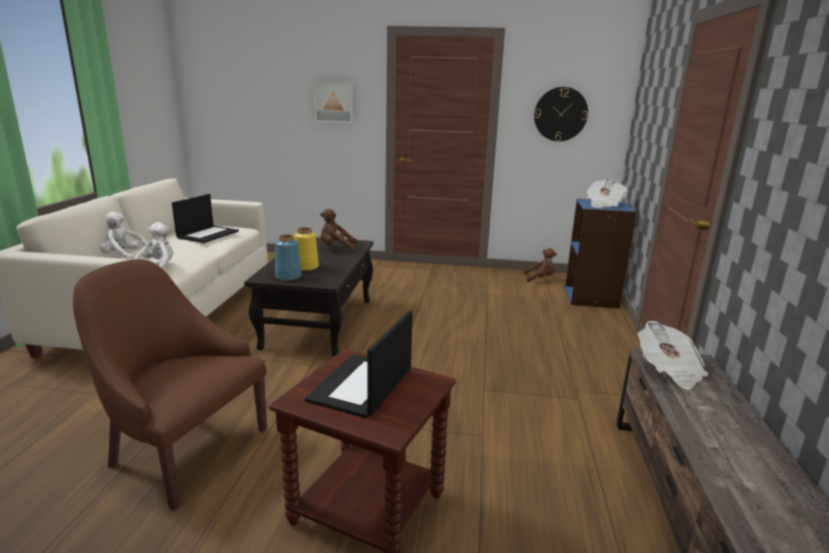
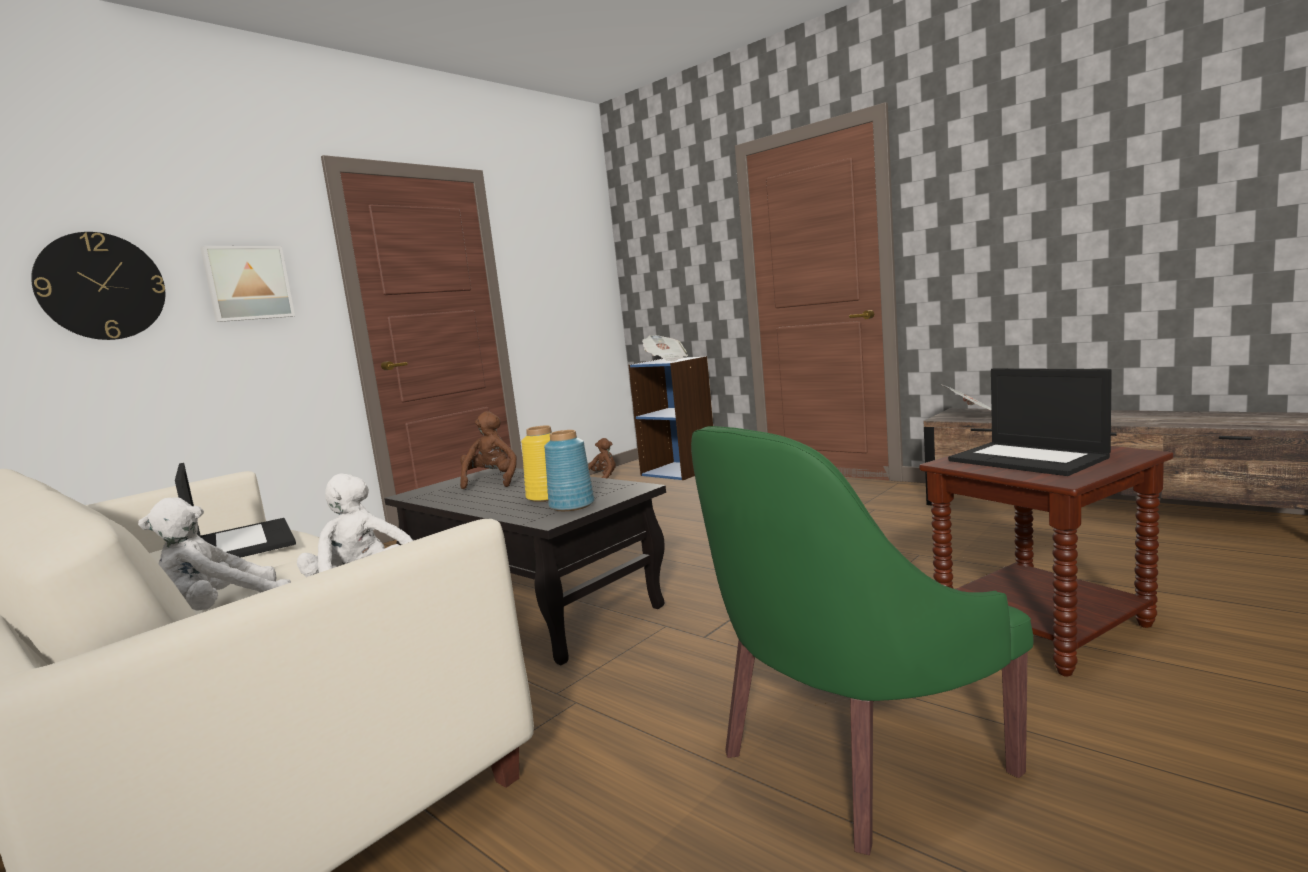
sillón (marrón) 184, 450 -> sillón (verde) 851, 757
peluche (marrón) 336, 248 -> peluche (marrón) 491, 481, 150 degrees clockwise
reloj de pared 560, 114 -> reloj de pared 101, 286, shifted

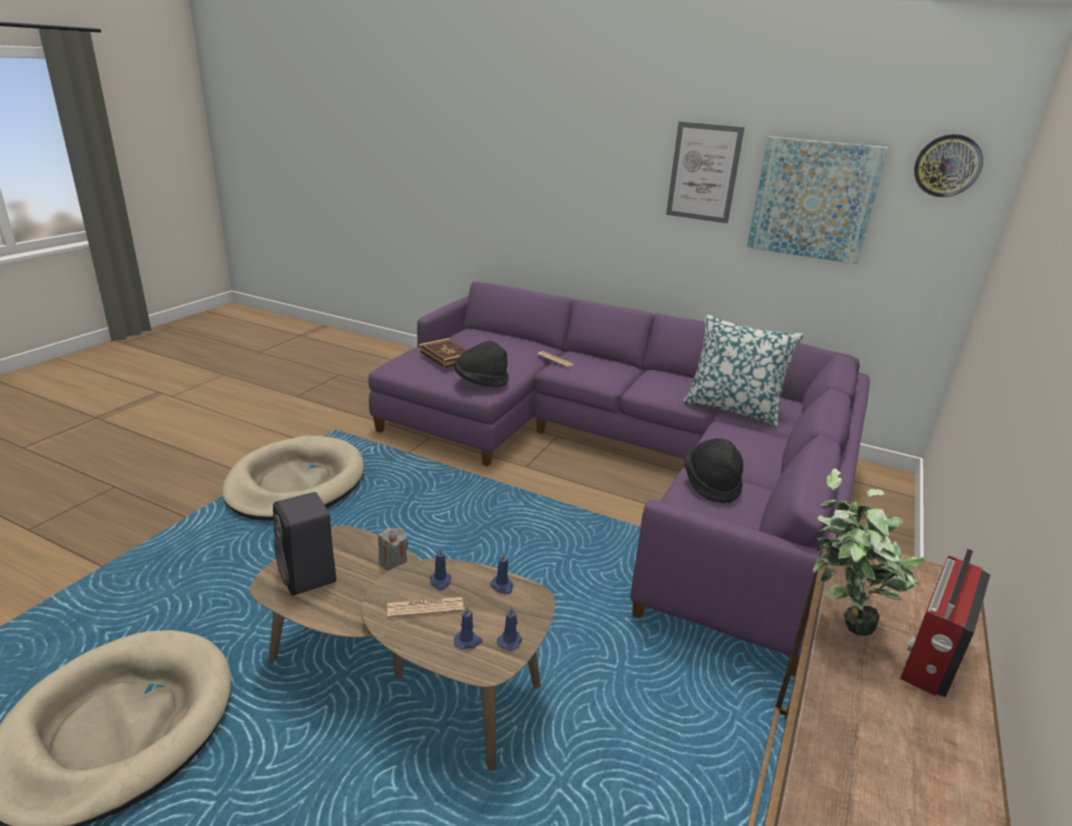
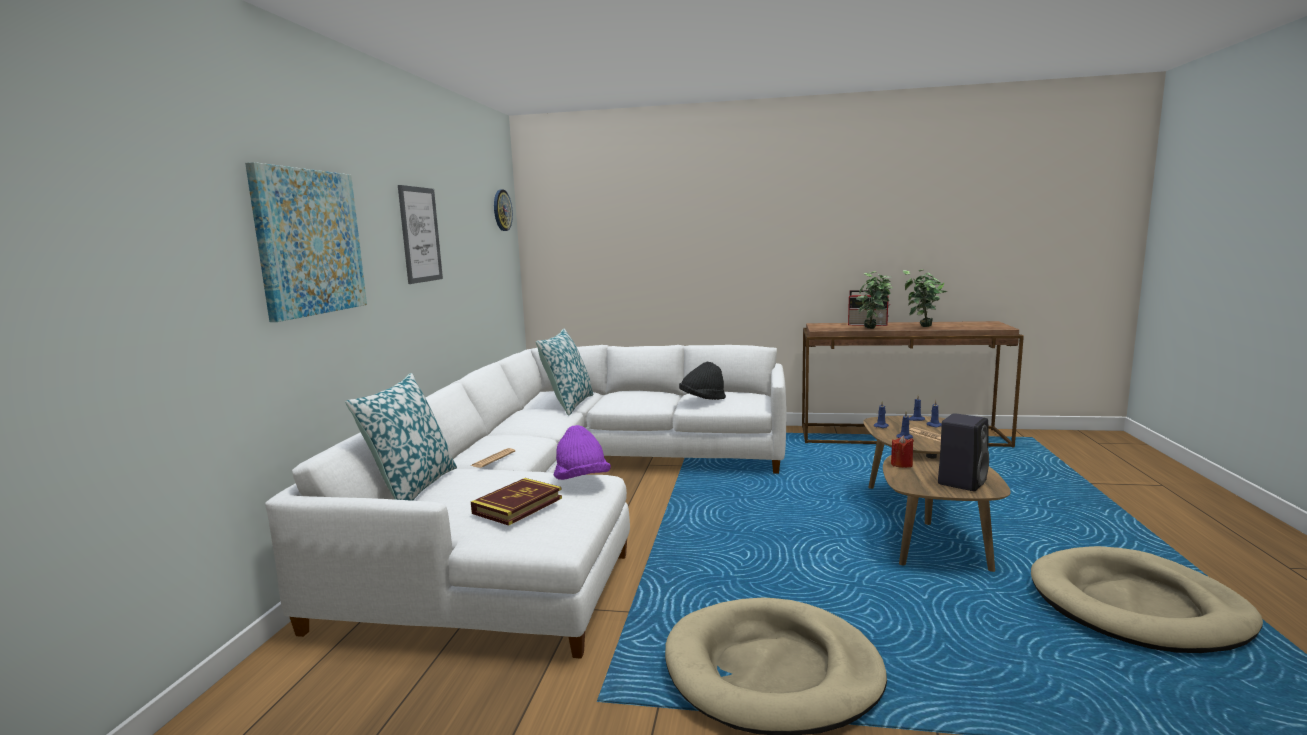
sofá (morado) 624, 460 -> sofá (blanco) 568, 498
vela (gris) 393, 561 -> vela (rojo) 901, 464
sombrero (negro) 480, 381 -> sombrero (morado) 581, 480
cuadro 813, 200 -> cuadro 309, 242, shifted
none -> cojín 412, 488
none -> planta en maceta 922, 327

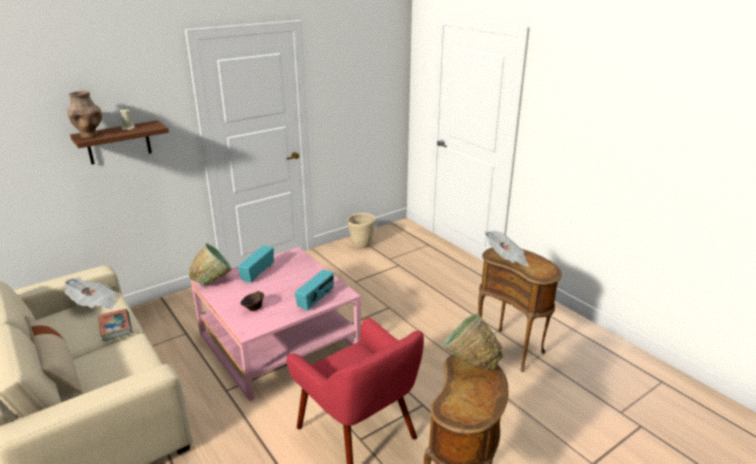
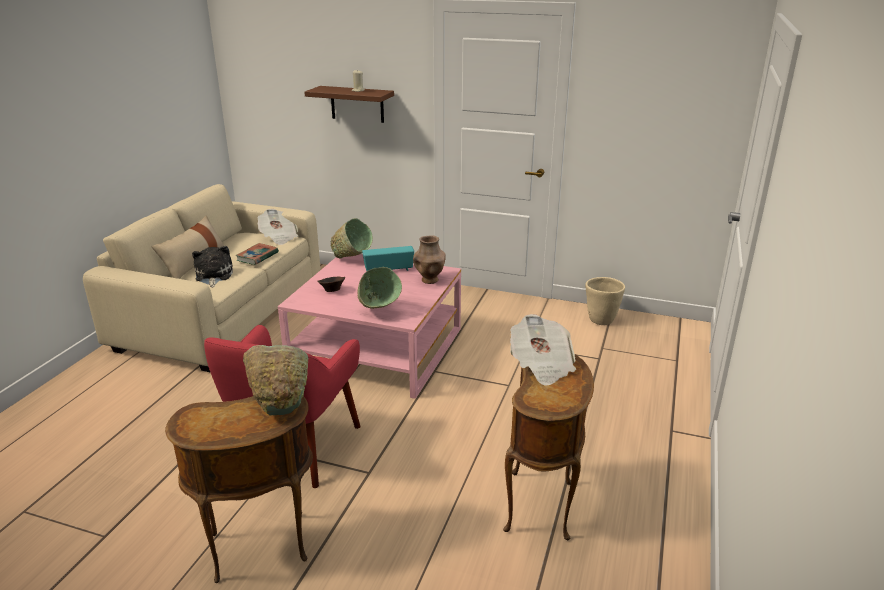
florero (marrón) 89, 135 -> florero (marrón) 429, 280, shifted
radio 316, 300 -> cuenco (verde) 378, 311
none -> peluche 213, 276

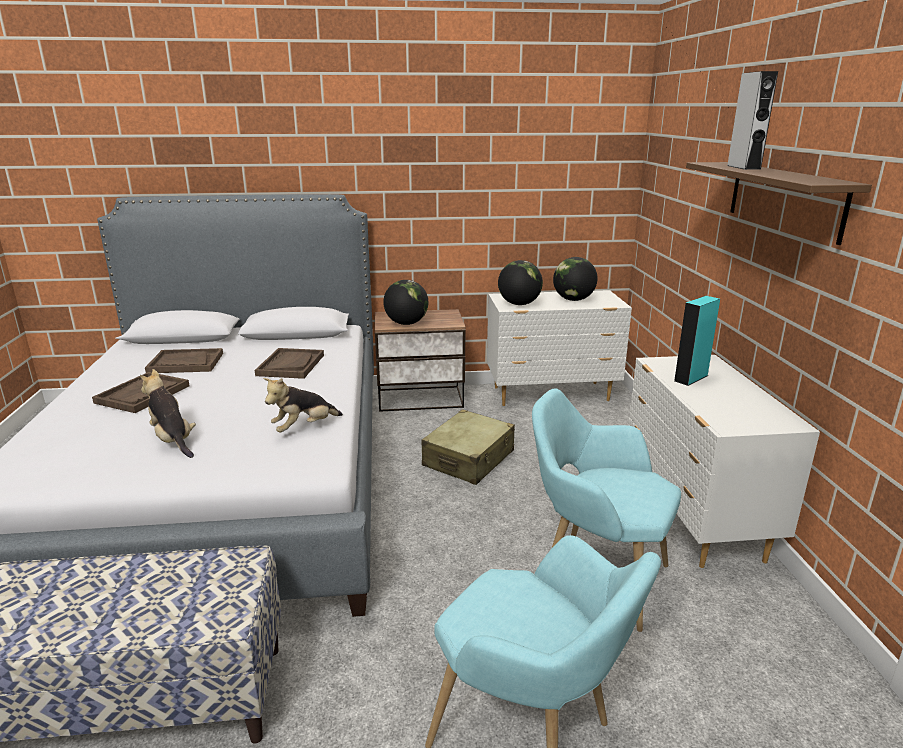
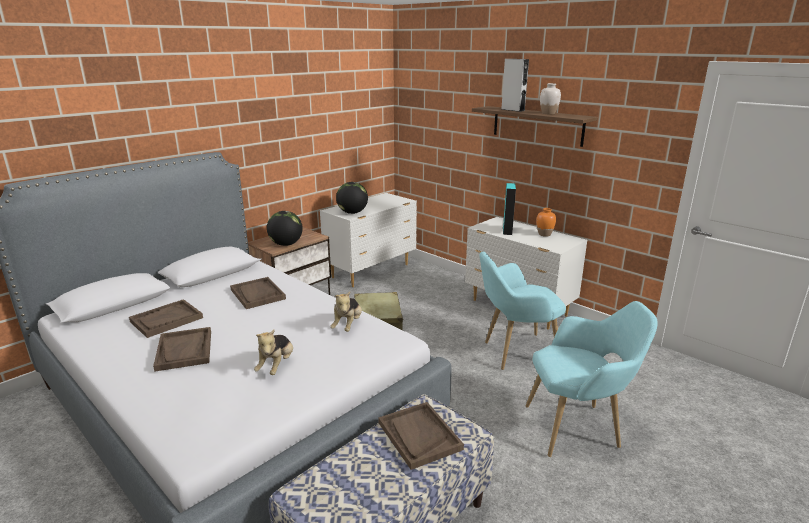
peluche 173, 440 -> peluche 276, 366, 90 degrees counterclockwise
globo terráqueo 573, 300 -> none
none -> bandeja (marrón) 419, 436
none -> florero (naranja) 544, 234
none -> florero (blanco) 548, 113

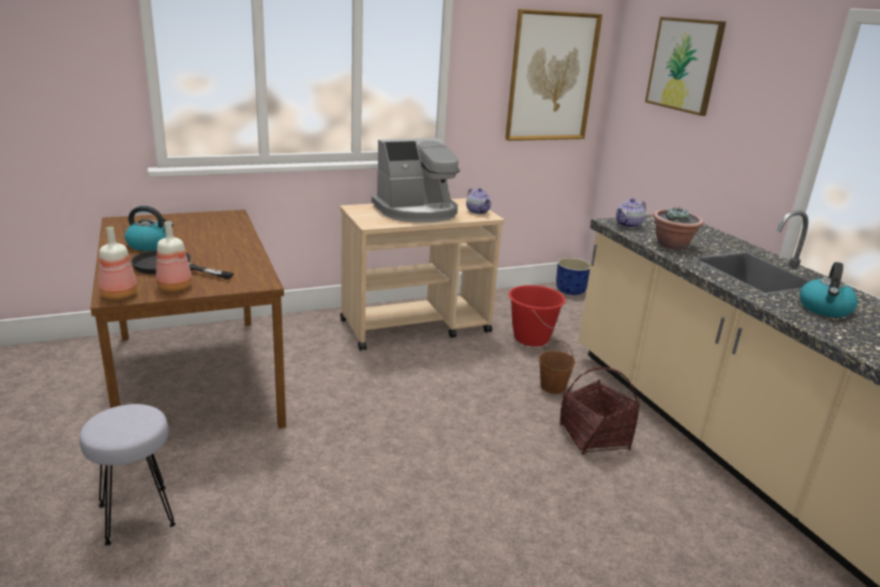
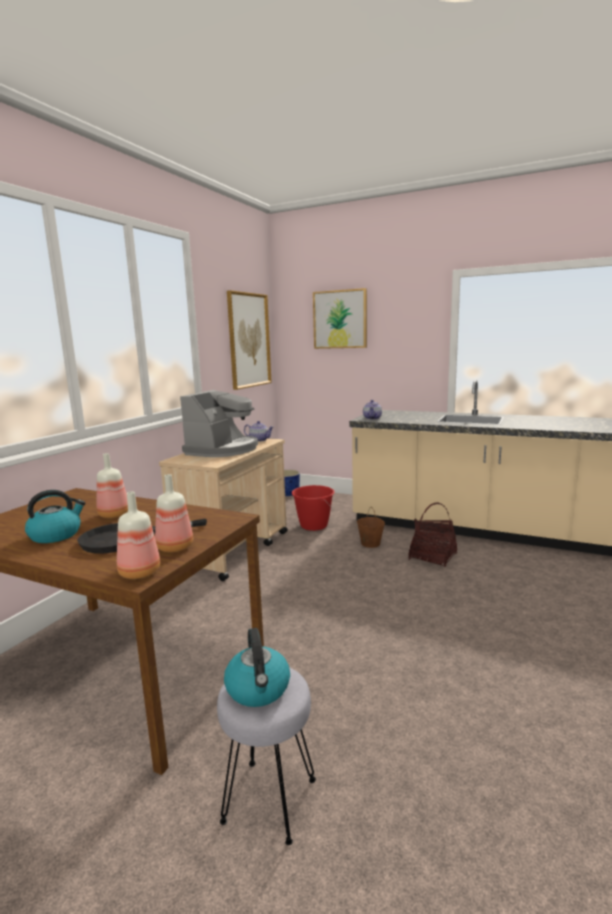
planta en maceta 672, 245 -> none
hervidor 824, 309 -> hervidor 258, 689, shifted
none -> botella 115, 515

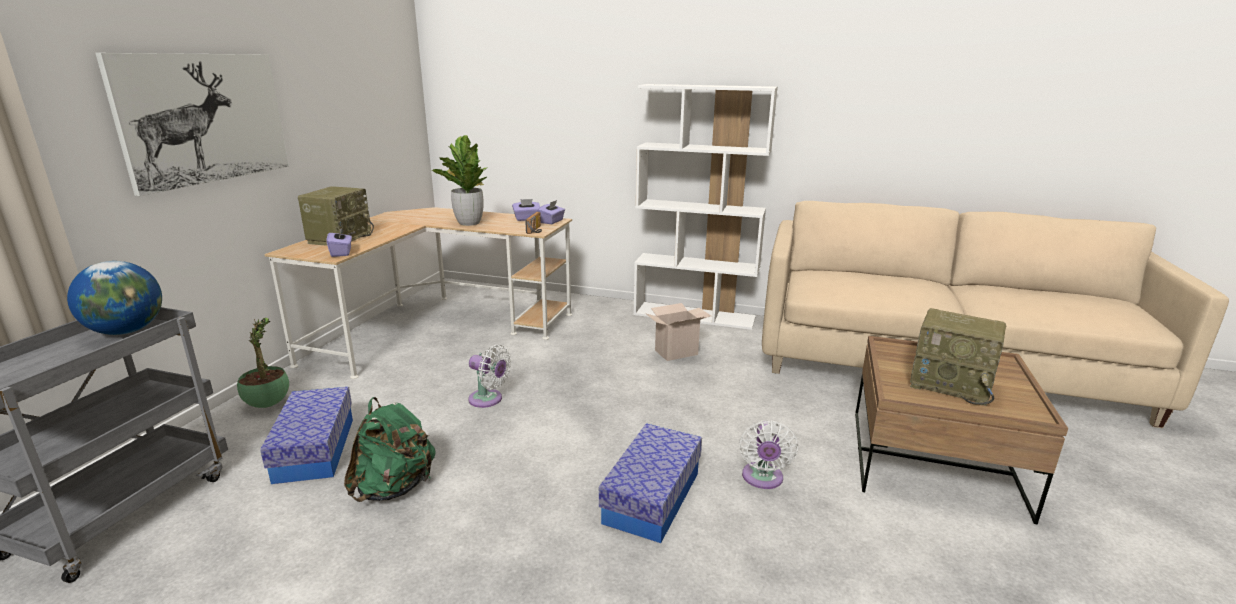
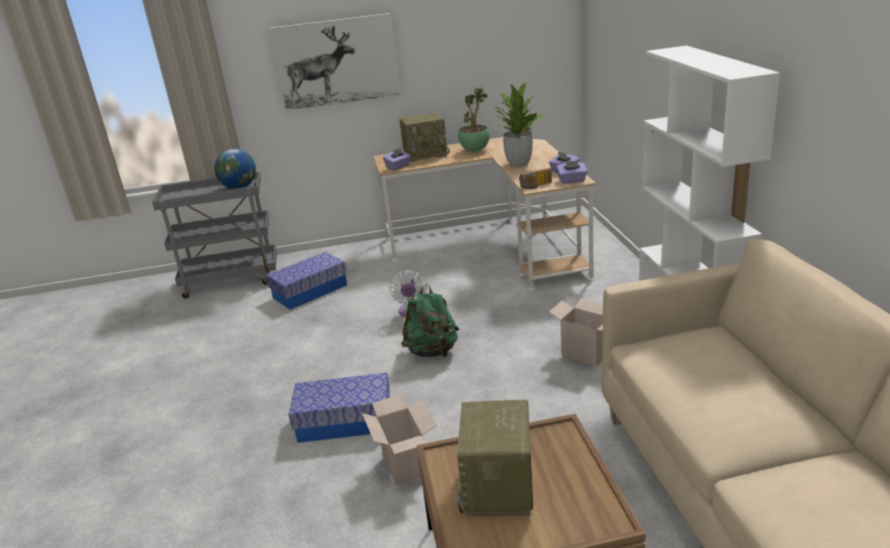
planta en maceta 267, 404 -> planta en maceta 475, 150, shifted
mochila (verde) 394, 488 -> mochila (verde) 433, 351, shifted
ventilador (blanco) 762, 479 -> caja de cartón 406, 466

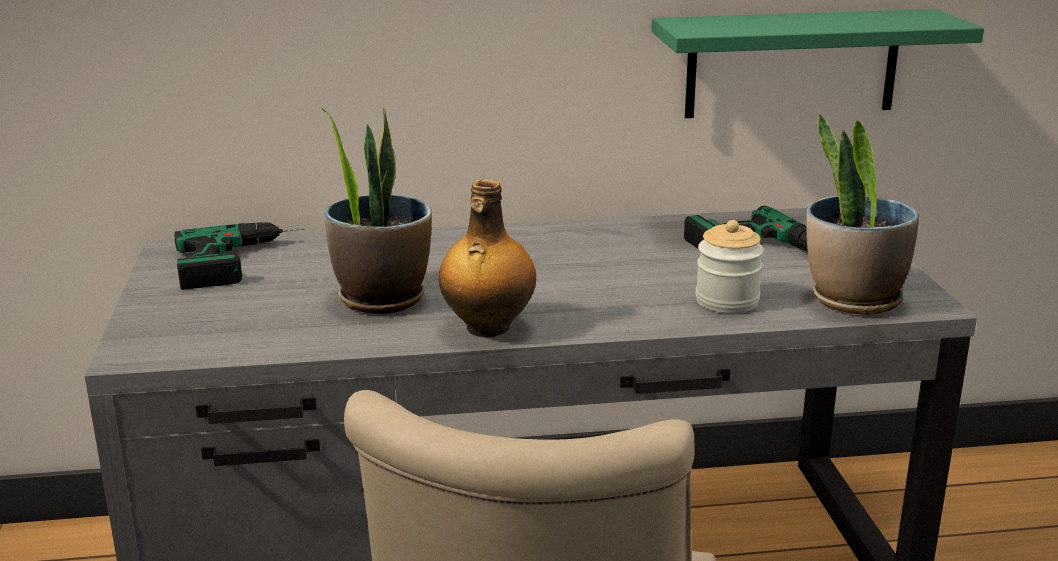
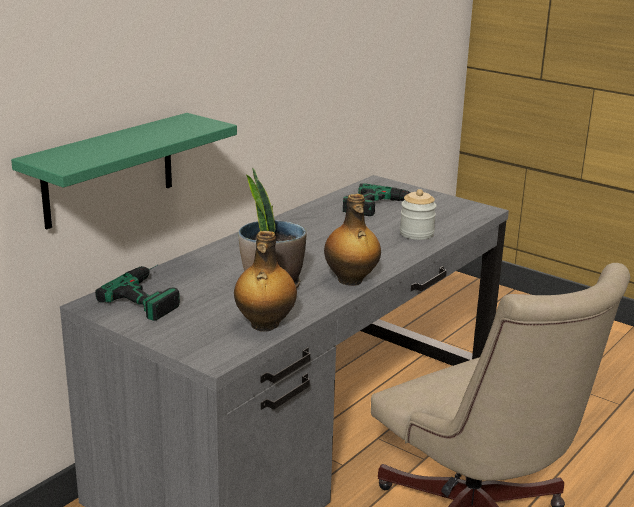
estante (verde) 792, 64 -> estante (verde) 109, 170, shifted
planta en maceta 853, 300 -> none
none -> botella 264, 325

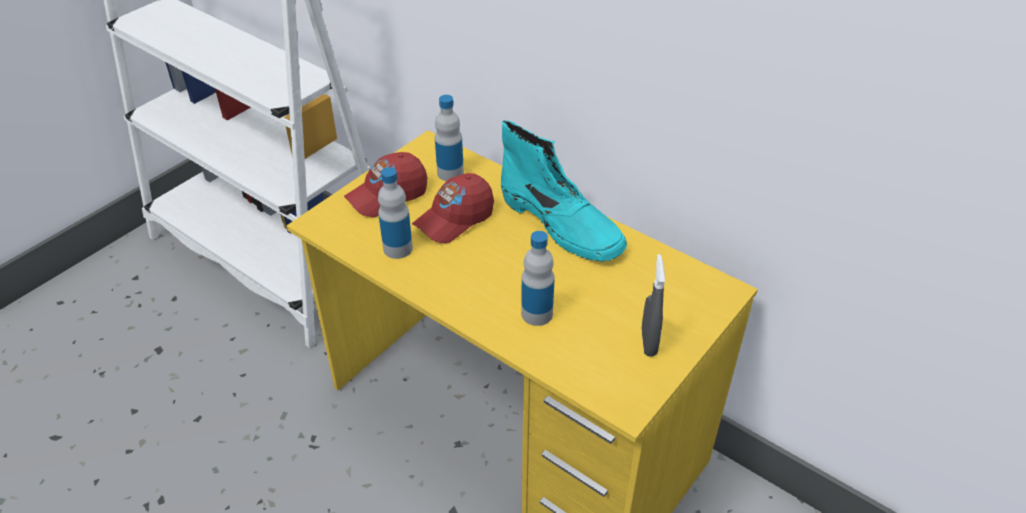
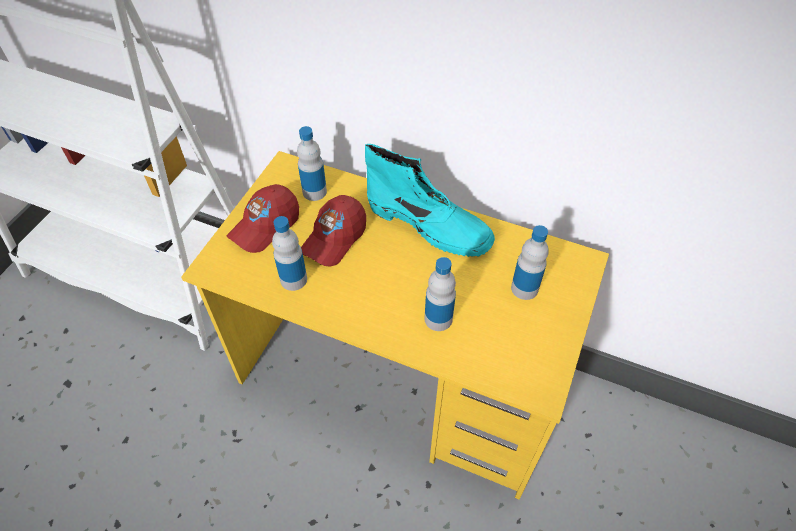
pulverizador (gris) 648, 342 -> none
none -> botella 524, 288

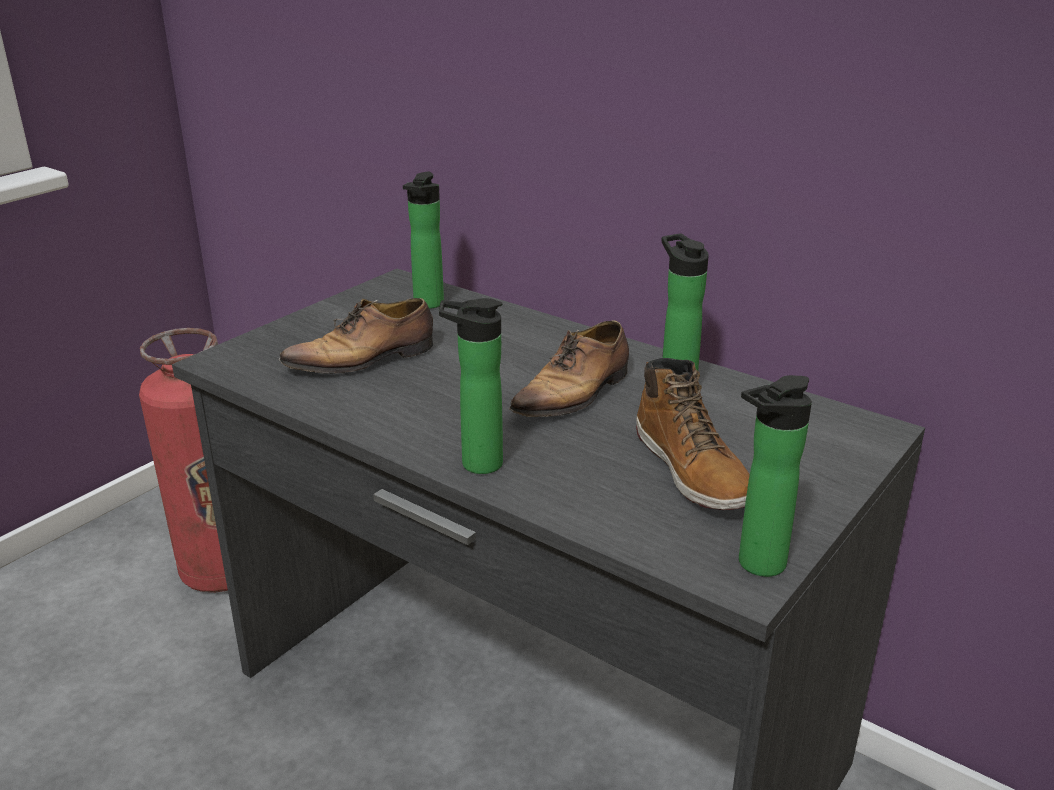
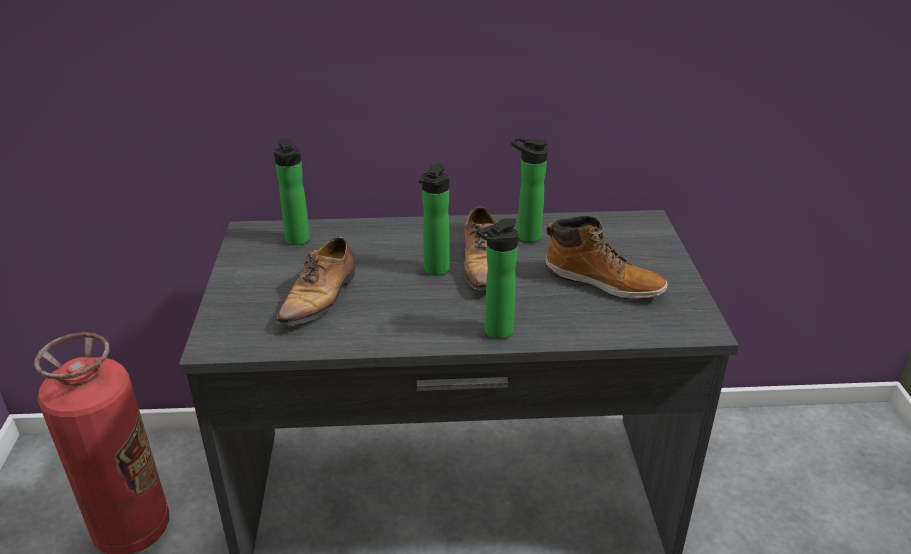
botella 756, 565 -> botella 435, 271, shifted

